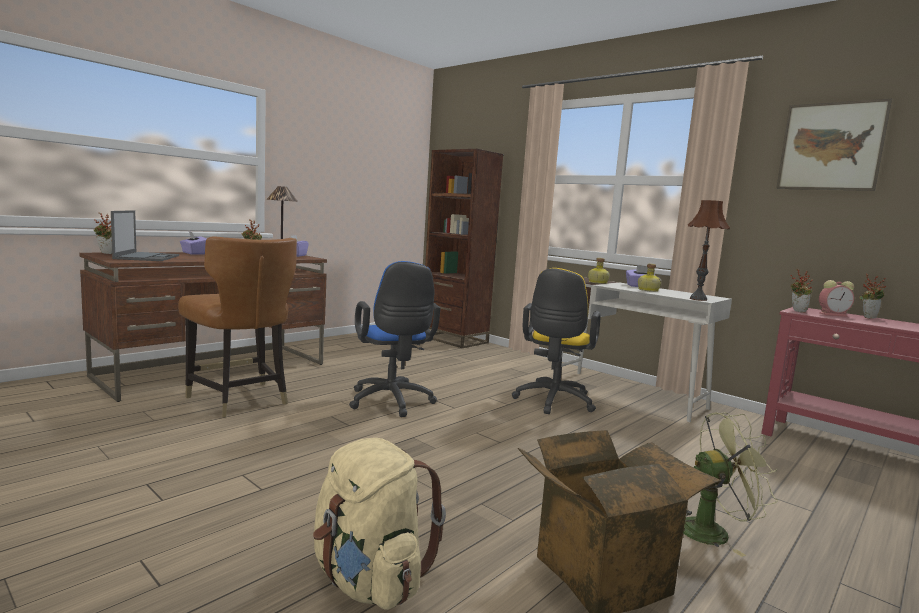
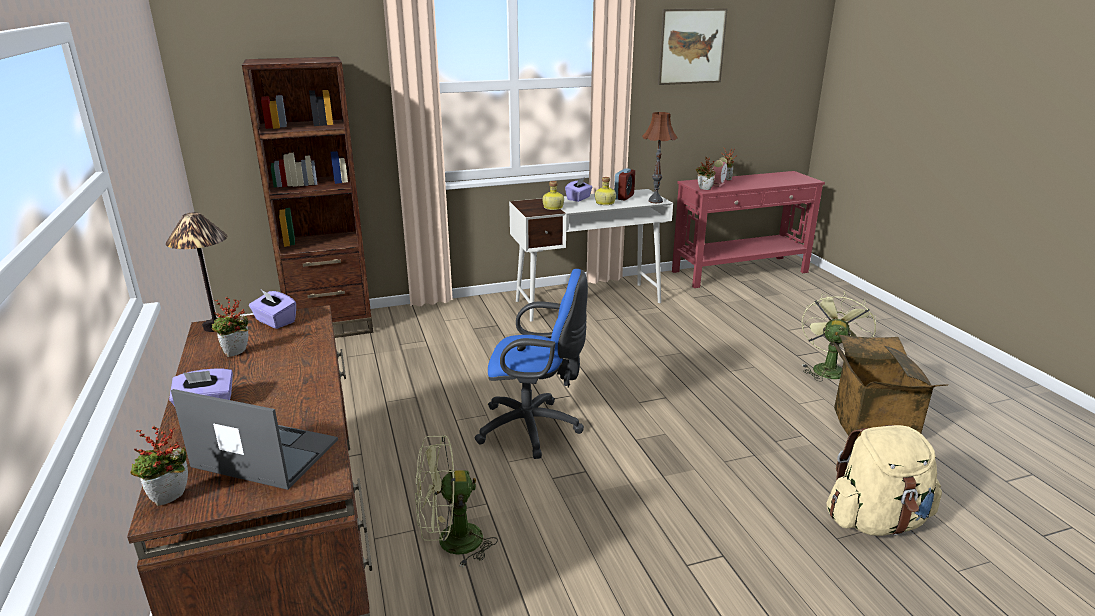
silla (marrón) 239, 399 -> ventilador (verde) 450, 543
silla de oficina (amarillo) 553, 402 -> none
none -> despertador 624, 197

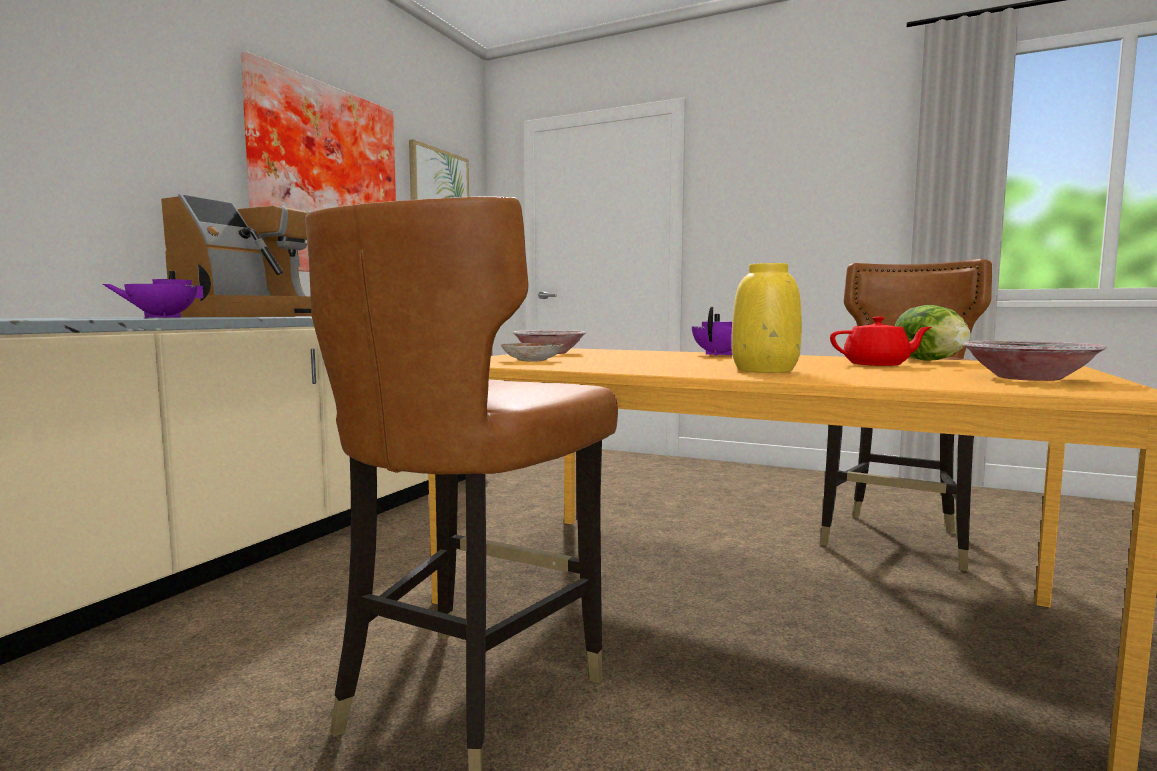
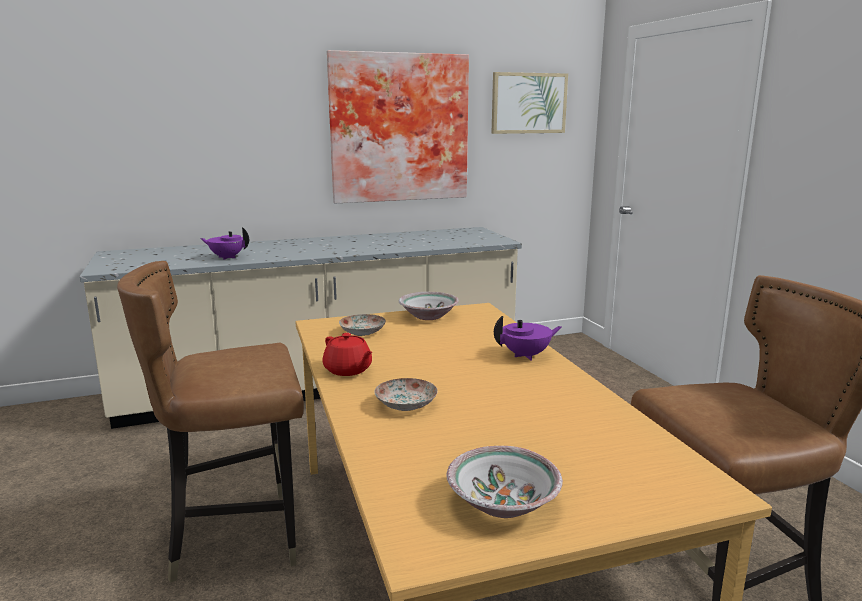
cafetera 256, 316 -> none
florero (amarillo) 764, 370 -> plato 406, 404
tetera (rojo) 877, 364 -> tetera (rojo) 348, 370, shifted
lechuga 929, 361 -> none

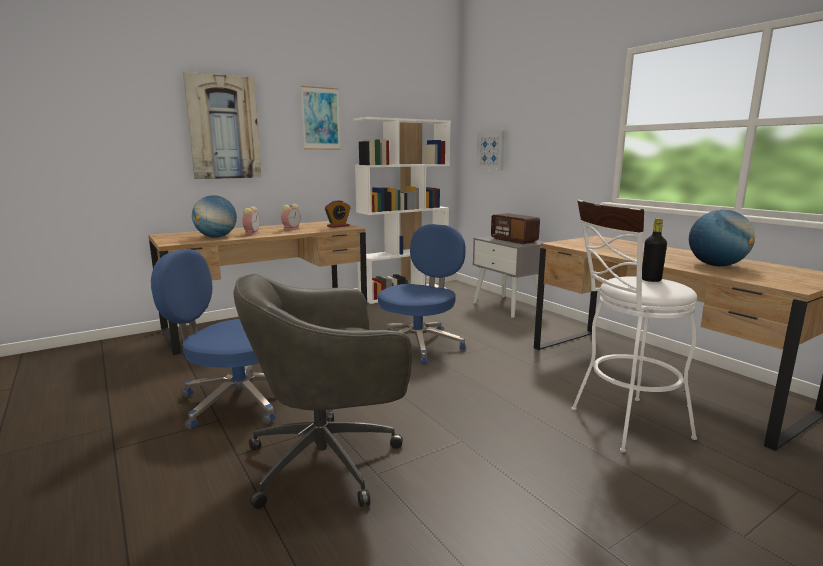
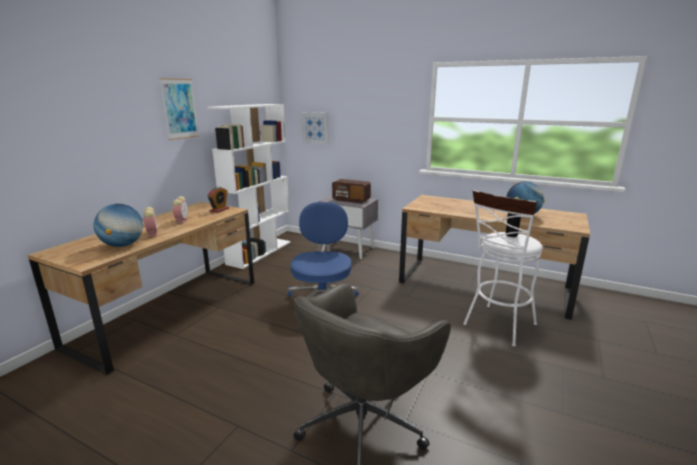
silla de oficina (azul) 236, 400 -> none
cuadro 223, 128 -> none

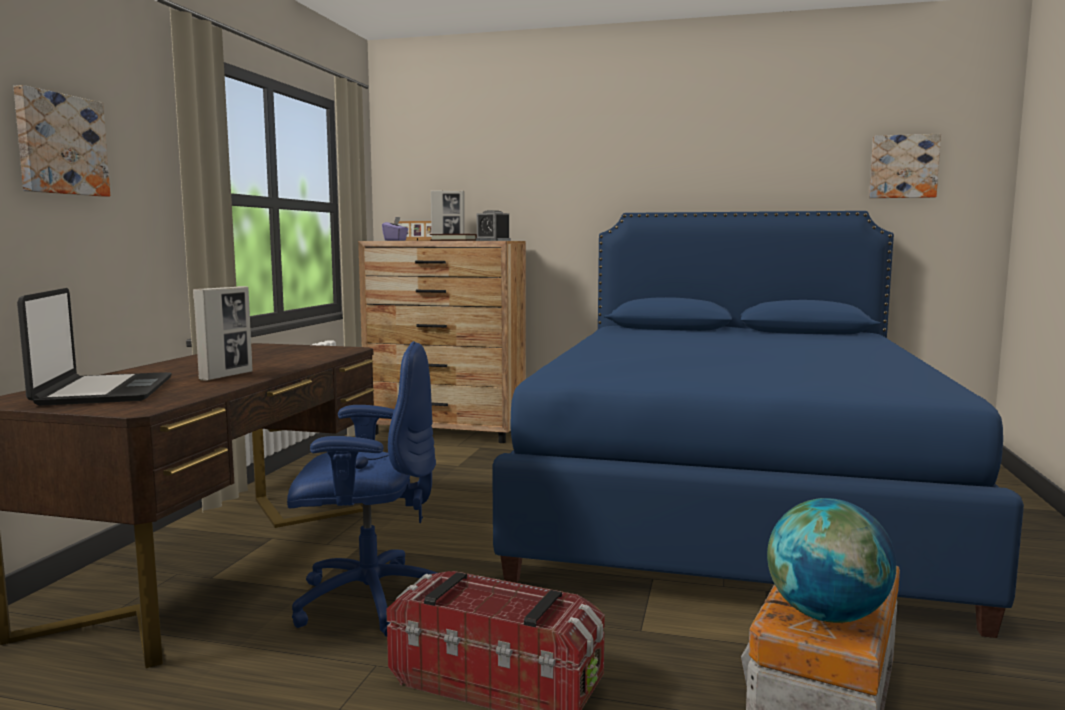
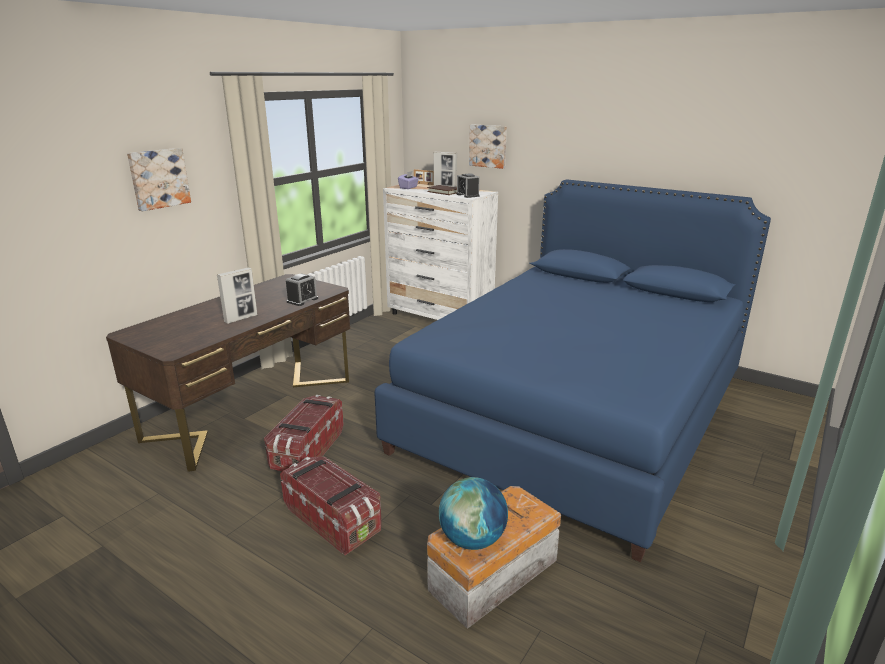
portátil 103, 391 -> none
silla de oficina (azul) 368, 600 -> caja de almacenaje 307, 450
cómoda (marrón) 447, 431 -> cómoda (blanco) 440, 317
cuadro 903, 166 -> cuadro 488, 146, shifted
none -> despertador 302, 300

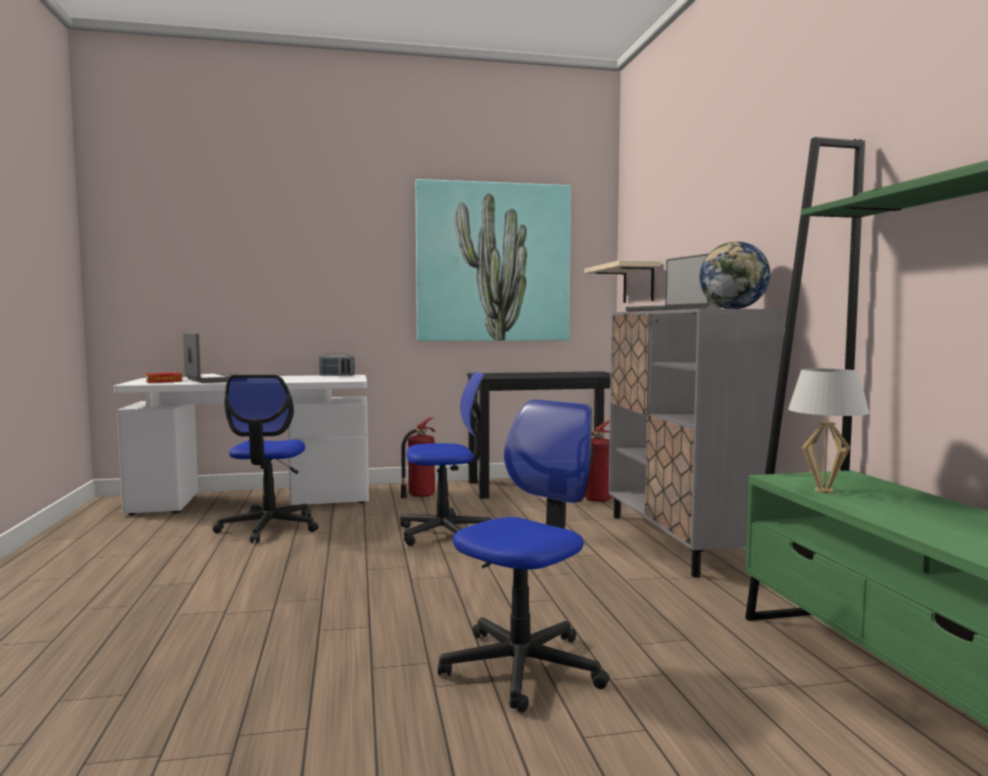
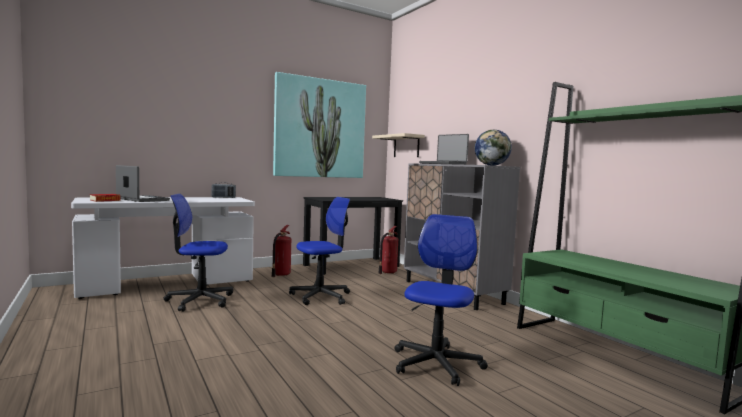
silla de oficina 269, 528 -> silla de oficina 200, 300, 105 degrees clockwise
lámpara de mesa (blanco) 823, 491 -> none

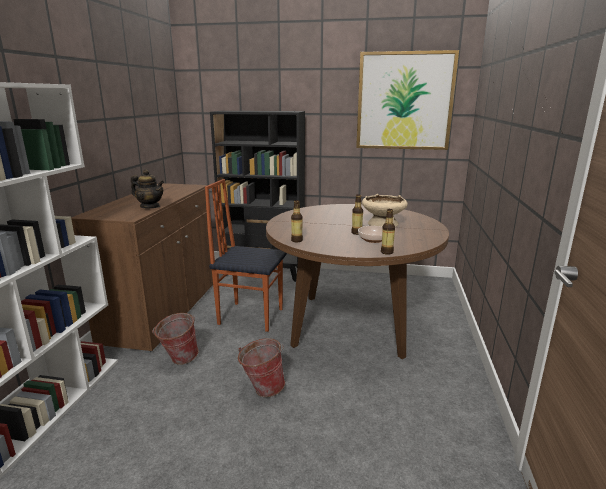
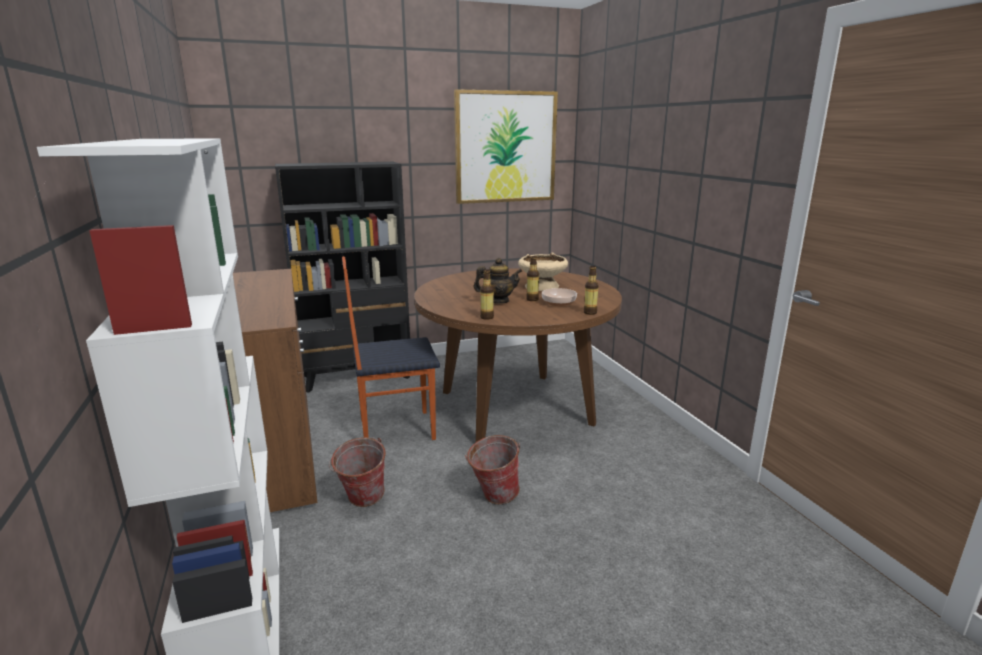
tetera 150, 207 -> tetera 498, 301, shifted

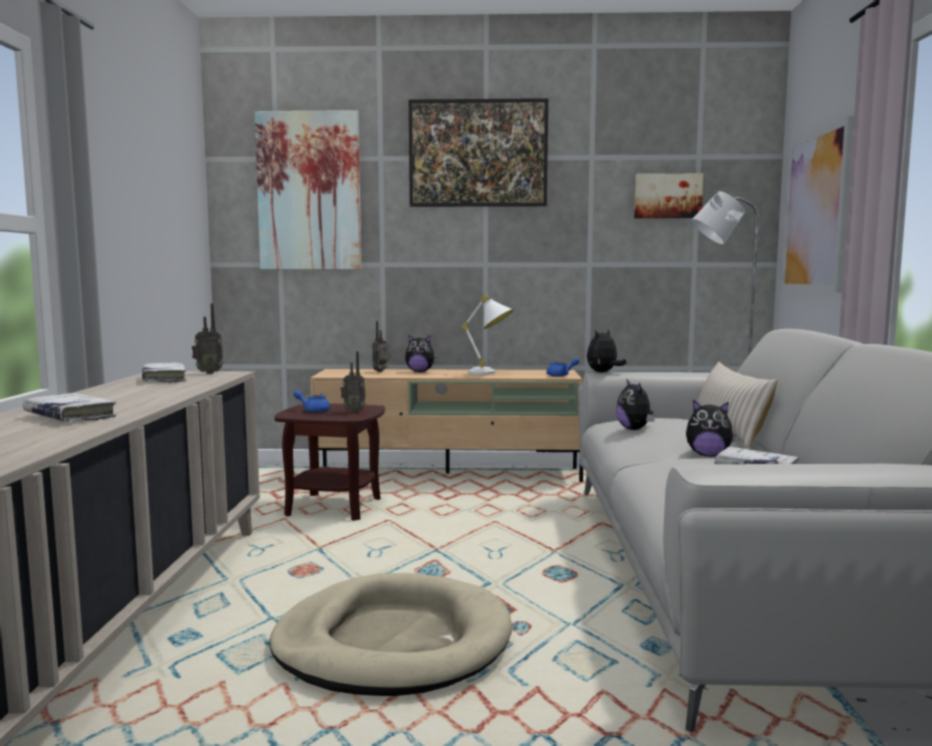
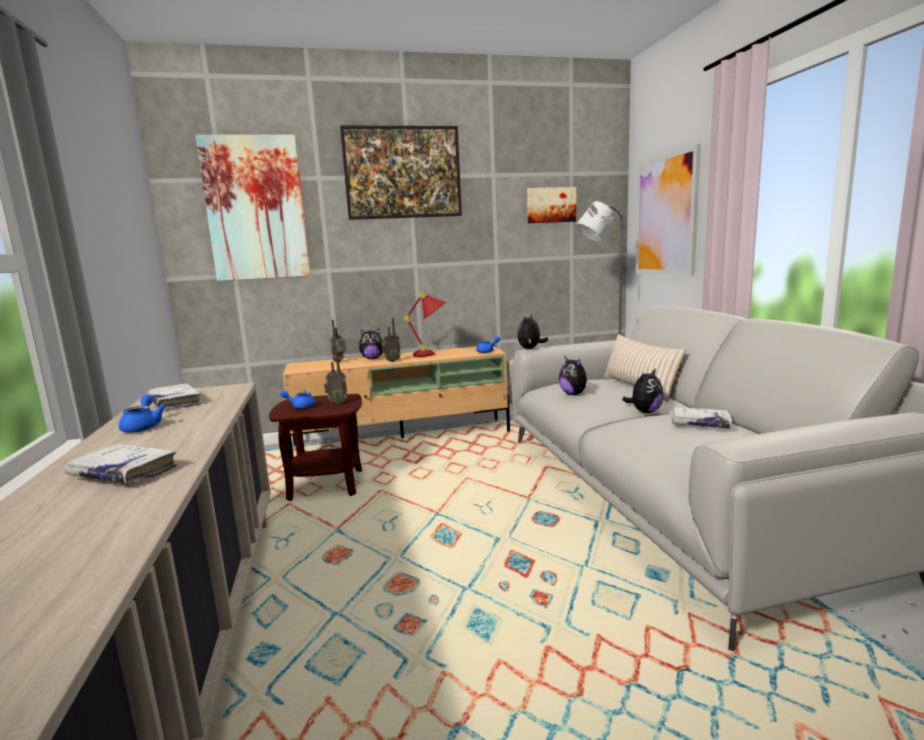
radio 209, 373 -> radio 391, 361, shifted
cama para perro (beis) 393, 642 -> none
lámpara de mesa (blanco) 491, 373 -> lámpara de mesa (rojo) 431, 354
peluche 708, 455 -> peluche 645, 412, 45 degrees counterclockwise
none -> tetera (azul) 143, 426

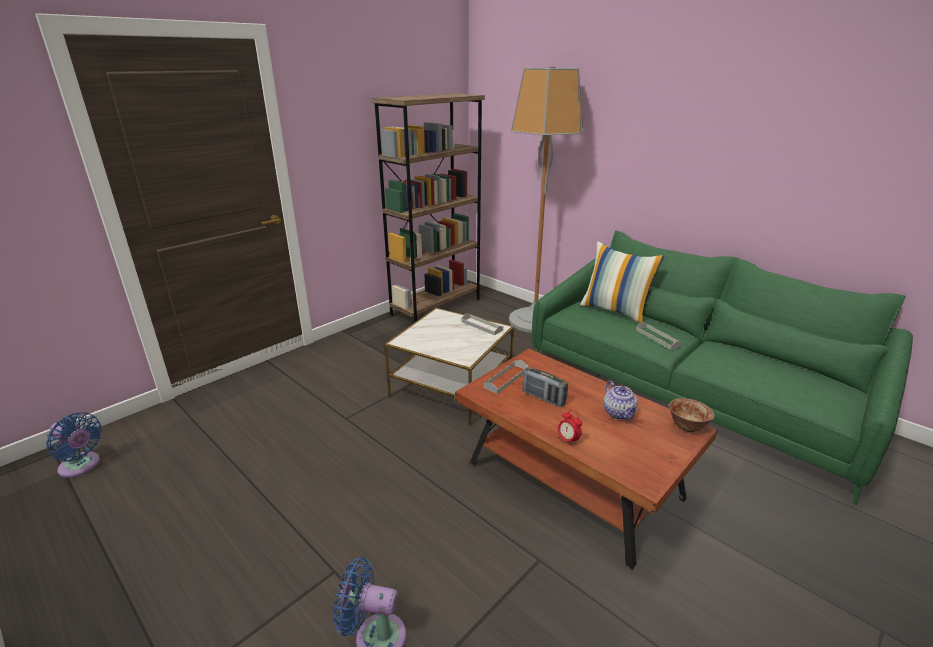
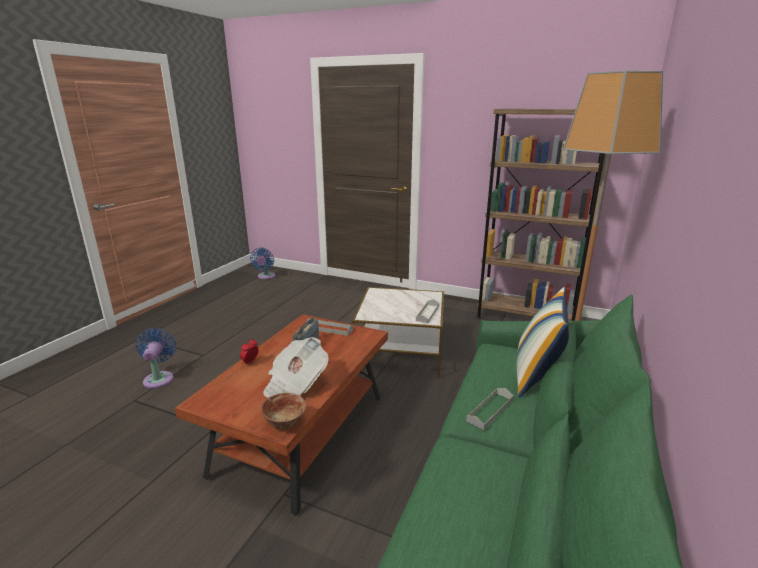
tetera 619, 413 -> periódico 295, 384

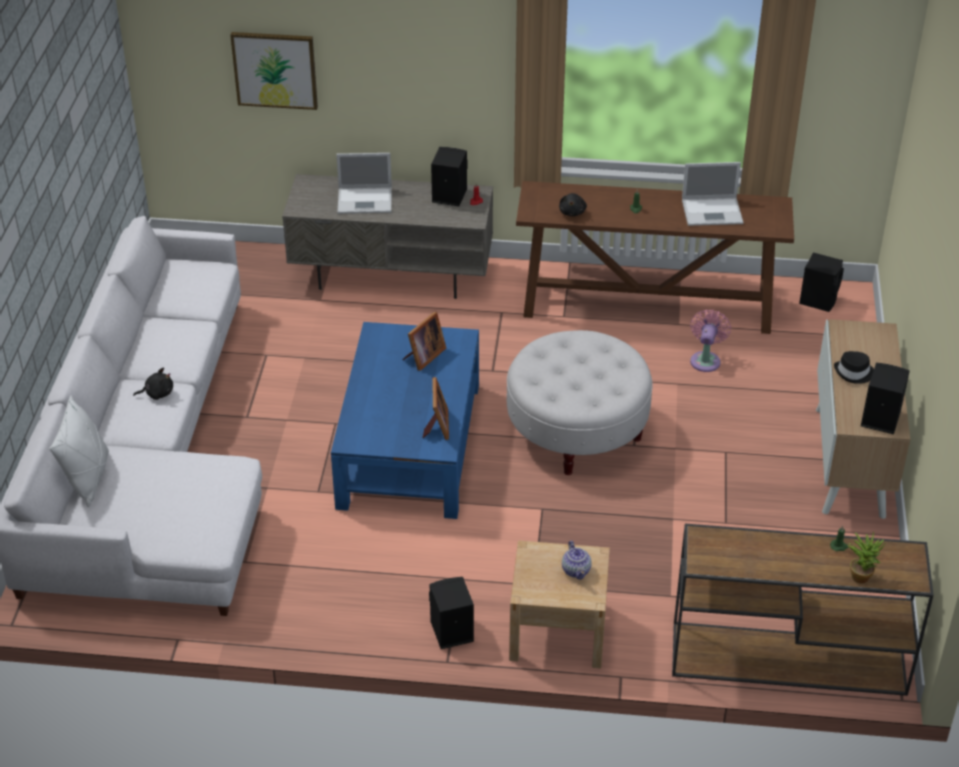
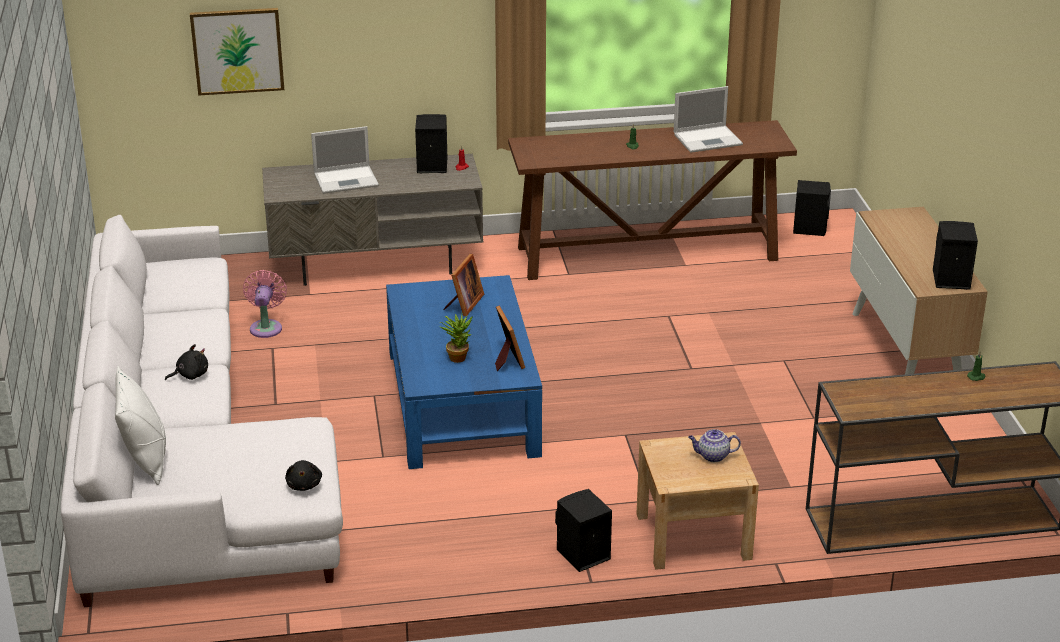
puf (blanco) 577, 431 -> none
peluche (negro) 572, 212 -> peluche (negro) 304, 485, shifted
tetera 576, 571 -> tetera 712, 456, 120 degrees clockwise
ventilador (rosa) 706, 359 -> ventilador (rosa) 266, 327, shifted
sombrero (negro) 854, 373 -> none
planta en maceta 861, 574 -> planta en maceta 458, 356, shifted

